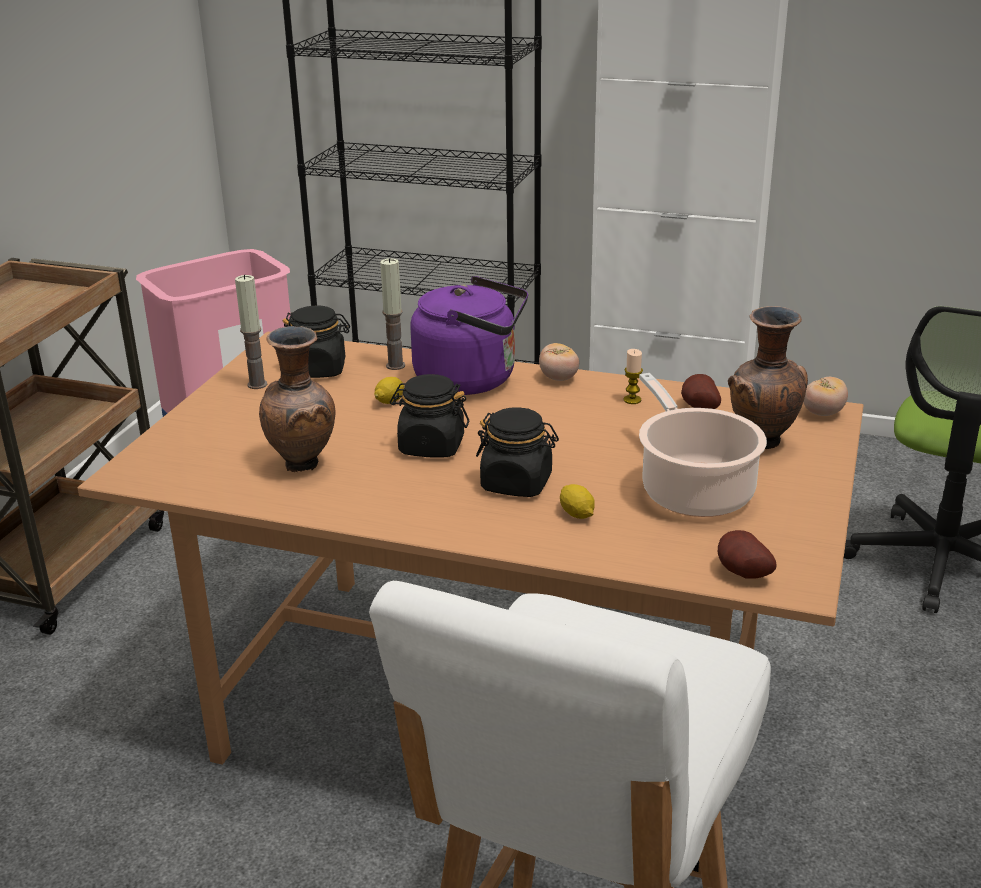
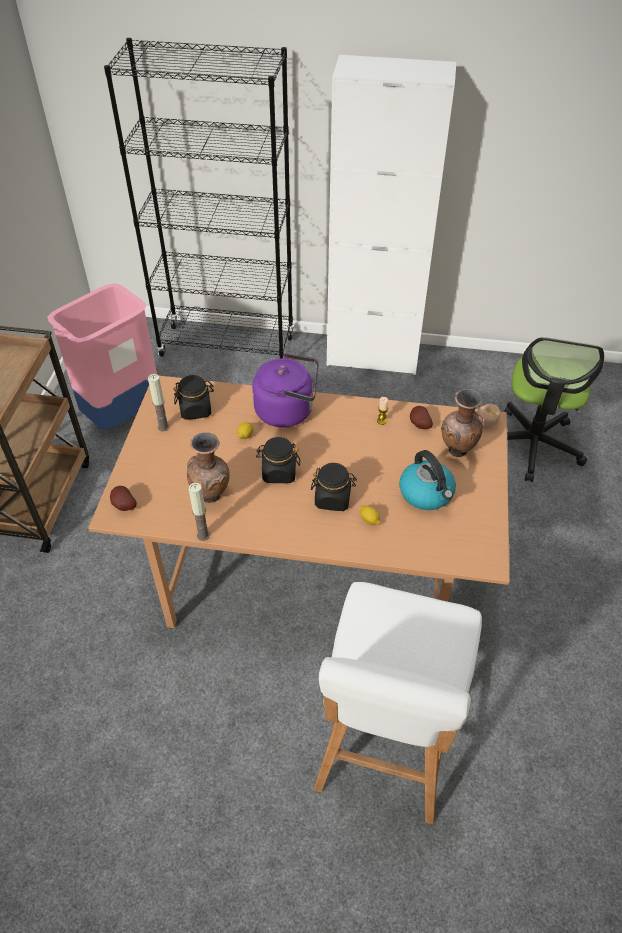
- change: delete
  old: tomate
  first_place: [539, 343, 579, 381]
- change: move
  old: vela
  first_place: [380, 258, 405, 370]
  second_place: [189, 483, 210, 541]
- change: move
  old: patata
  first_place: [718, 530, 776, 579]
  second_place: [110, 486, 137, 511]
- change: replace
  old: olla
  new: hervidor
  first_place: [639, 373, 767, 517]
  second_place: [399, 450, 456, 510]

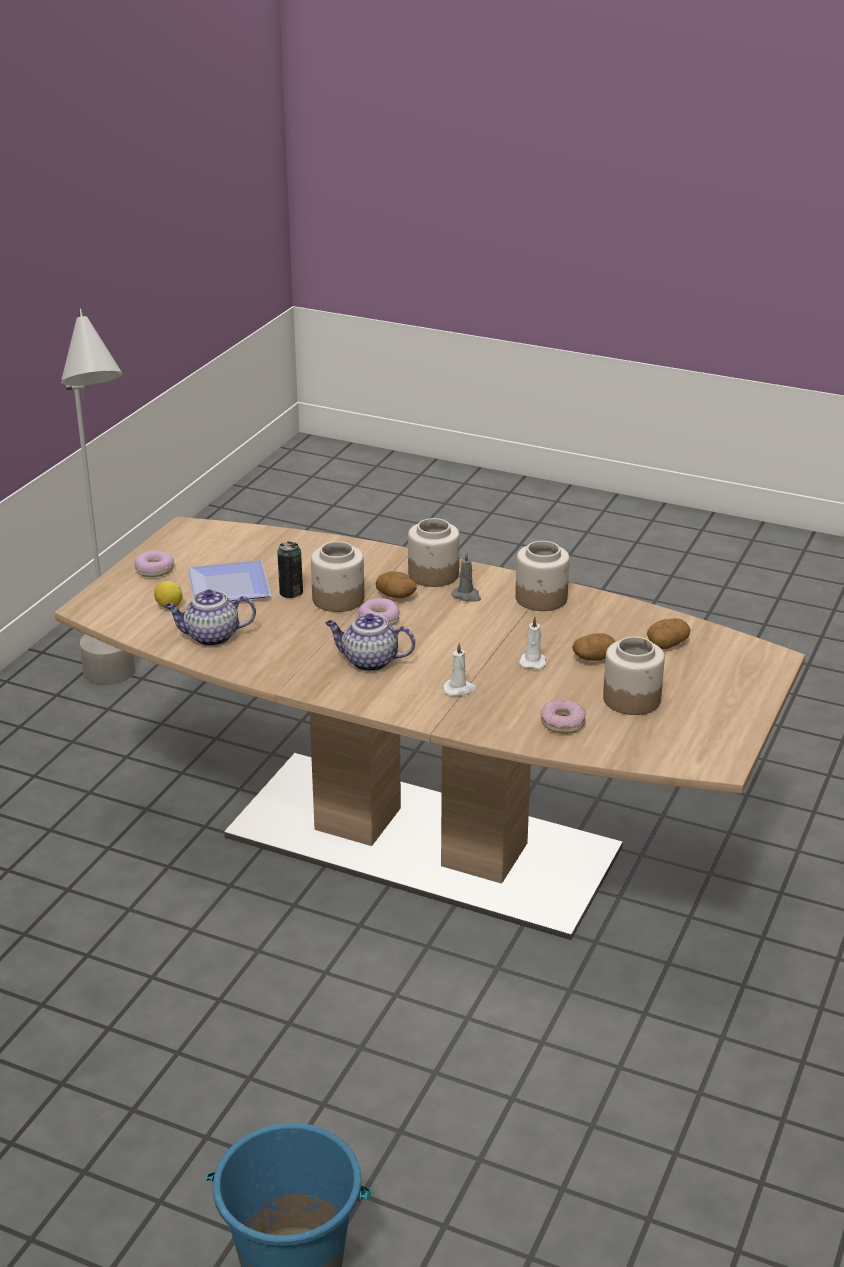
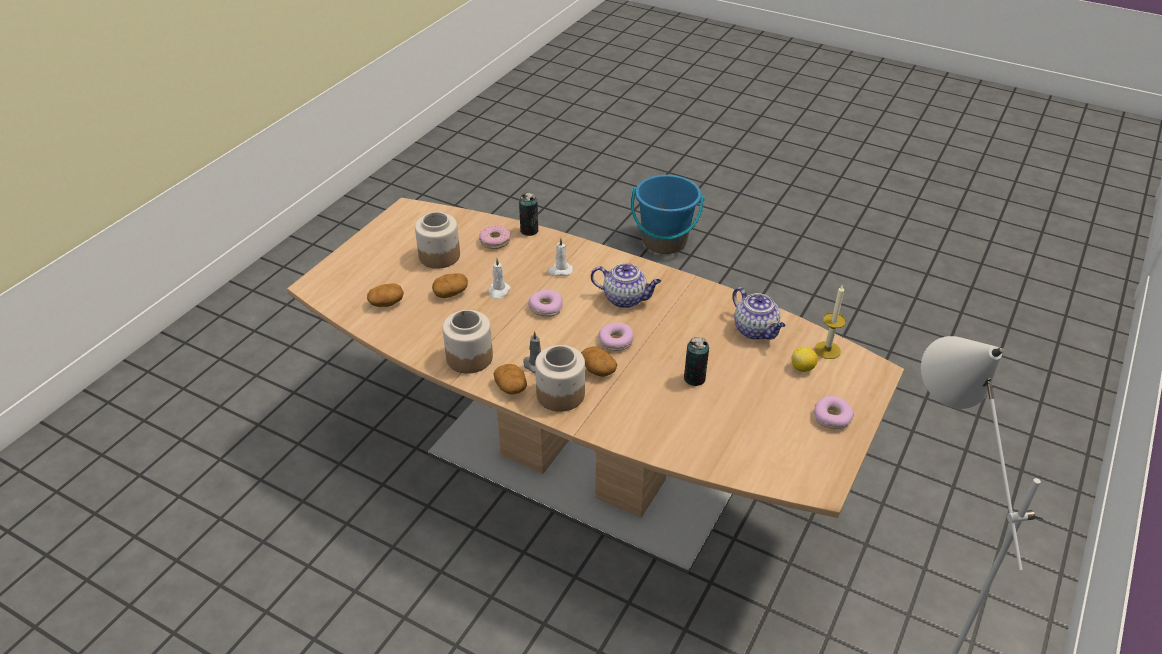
- change: delete
  old: plato
  first_place: [188, 560, 271, 601]
- change: delete
  old: tarro
  first_place: [311, 541, 364, 612]
- change: insert
  new: patata
  second_place: [494, 364, 527, 395]
- change: insert
  new: lata
  second_place: [519, 193, 538, 236]
- change: insert
  new: rosquilla
  second_place: [528, 290, 563, 317]
- change: insert
  new: vela
  second_place: [814, 284, 846, 359]
- change: rotate
  old: tetera
  first_place: [164, 589, 256, 646]
  second_place: [732, 287, 786, 340]
  degrees: 60

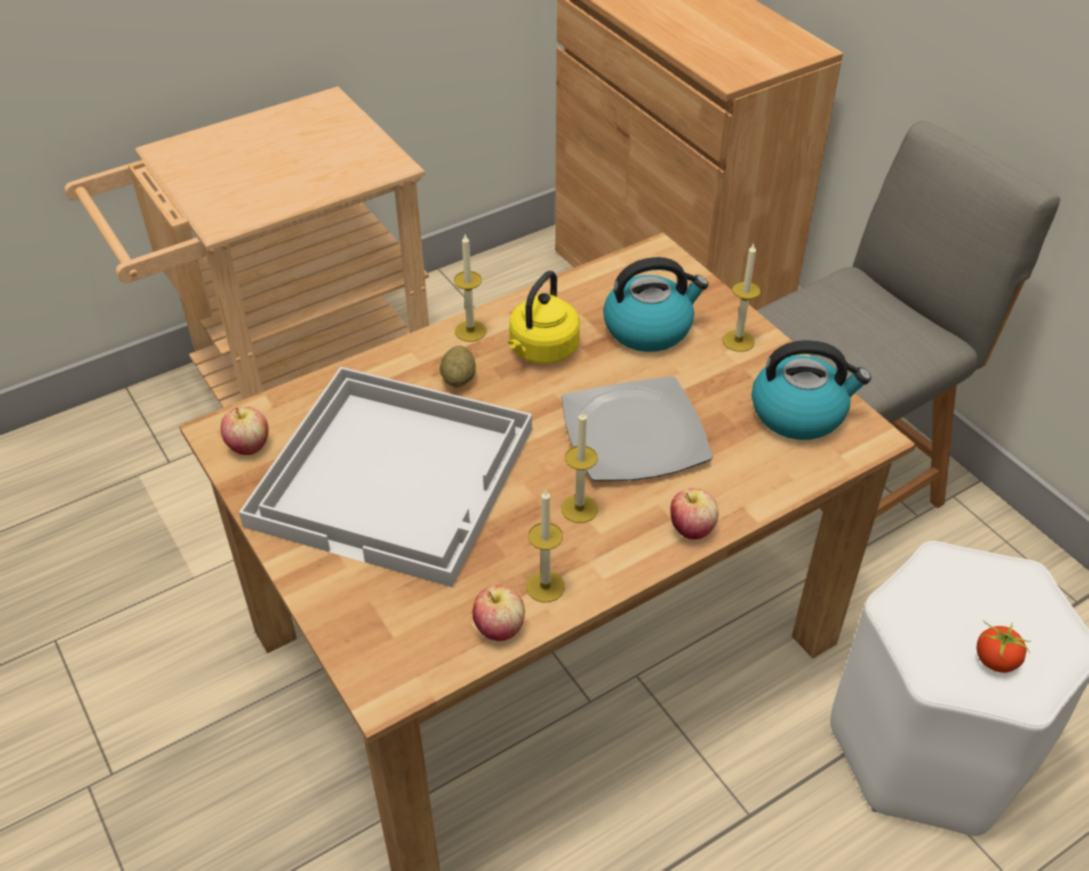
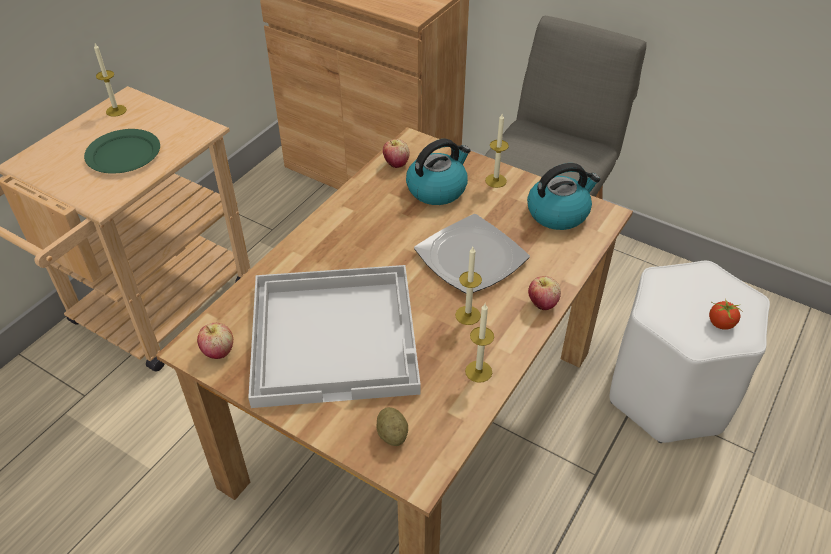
- change: delete
  old: hervidor/amarillo
  first_place: [508, 271, 580, 364]
- change: insert
  new: plato/verde
  second_place: [84, 129, 160, 174]
- change: move
  old: patata
  first_place: [440, 345, 476, 388]
  second_place: [376, 407, 408, 446]
- change: move
  old: vela
  first_place: [454, 234, 487, 342]
  second_place: [94, 44, 127, 117]
- change: move
  old: manzana
  first_place: [473, 585, 525, 641]
  second_place: [383, 139, 410, 168]

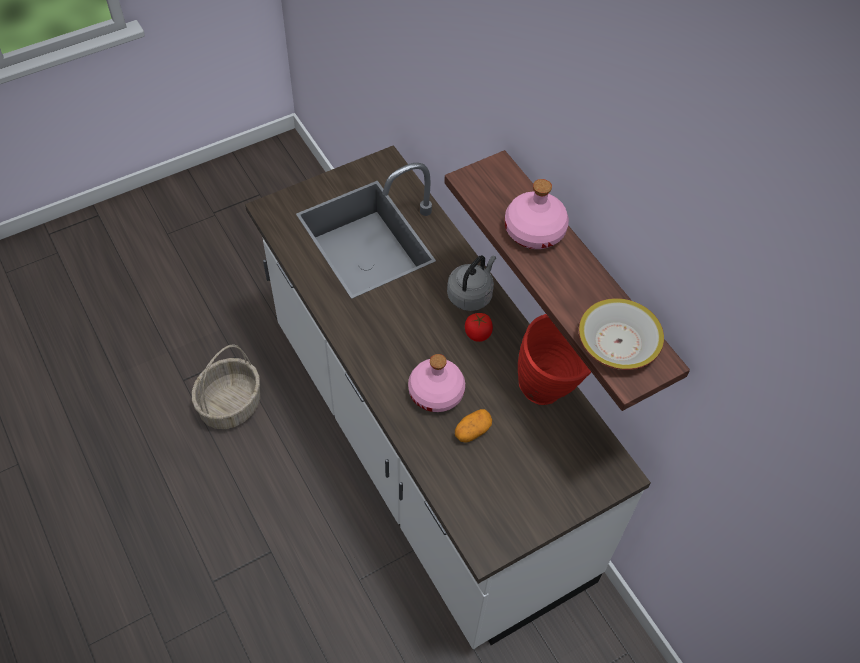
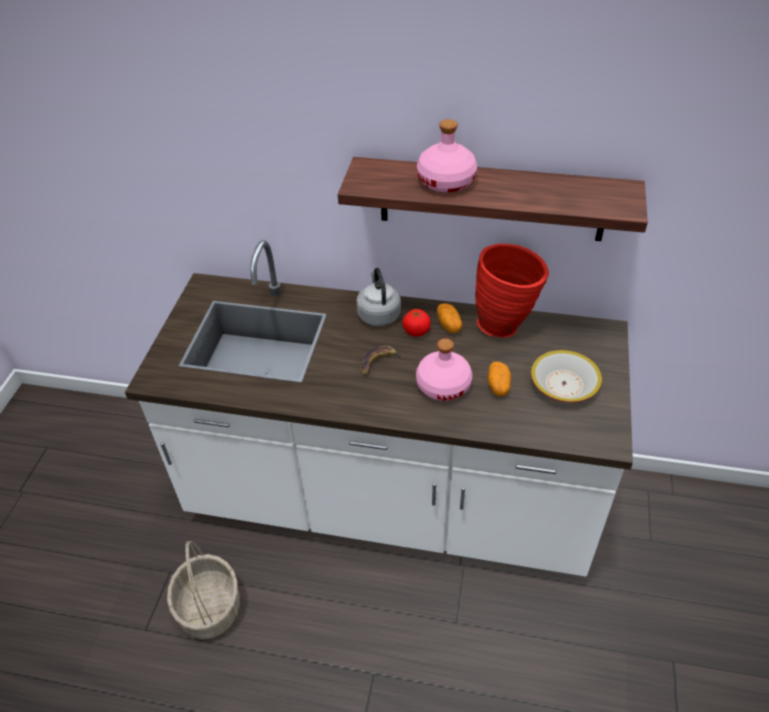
- change: insert
  new: plátano
  second_place: [361, 346, 403, 376]
- change: insert
  new: patata
  second_place: [437, 303, 462, 333]
- change: move
  old: cuenco
  first_place: [579, 298, 664, 370]
  second_place: [531, 350, 602, 403]

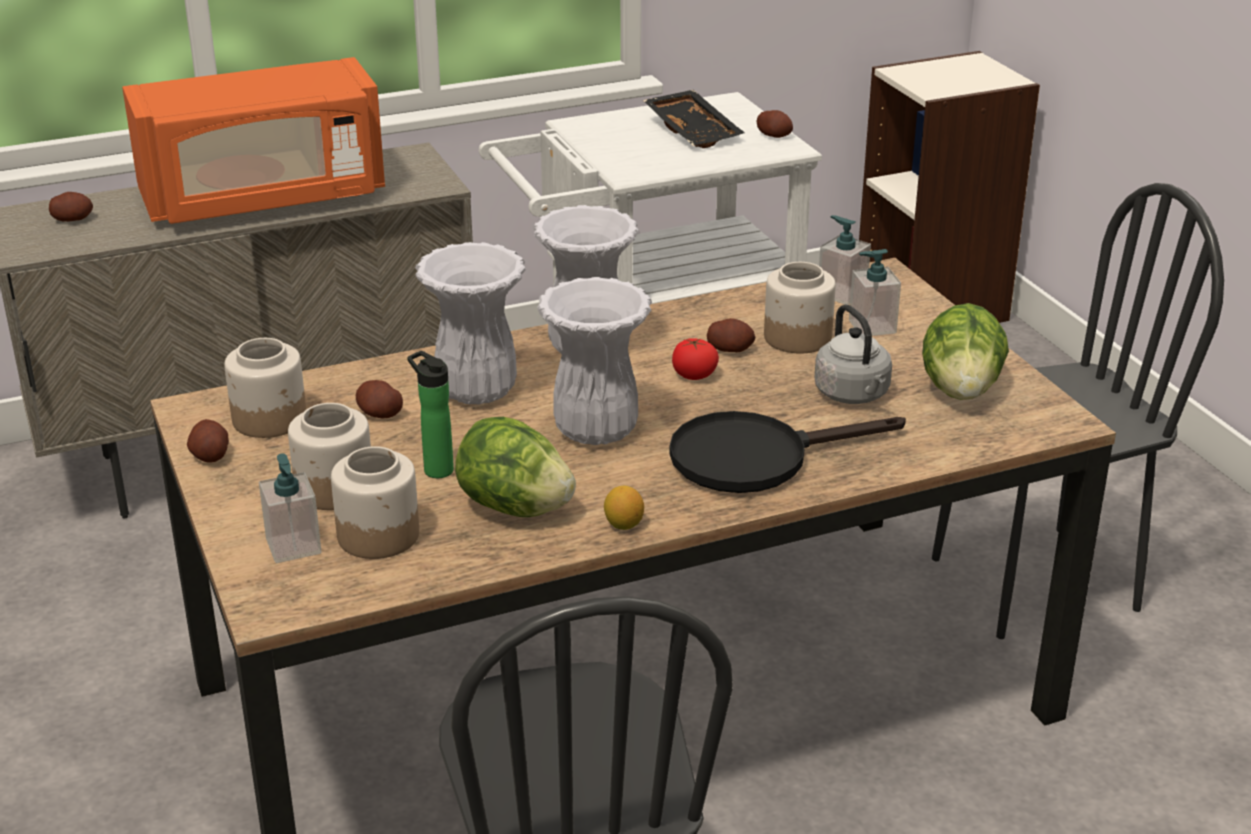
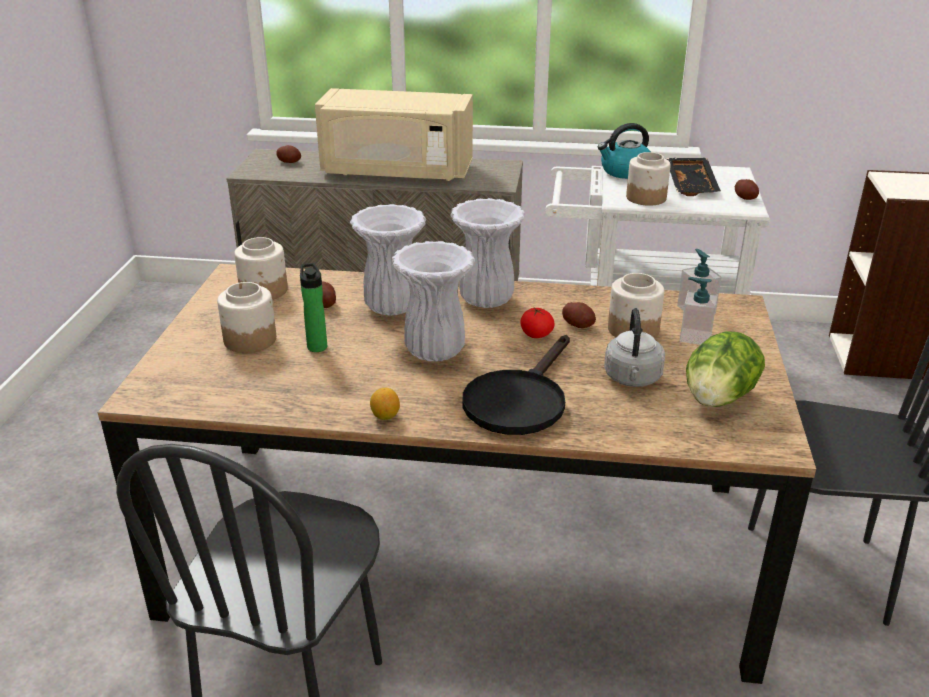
- change: delete
  old: patata
  first_place: [187, 419, 229, 463]
- change: delete
  old: dispensador de jabón
  first_place: [259, 453, 322, 563]
- change: delete
  old: lechuga
  first_place: [455, 417, 576, 517]
- change: insert
  new: hervidor
  second_place: [598, 123, 651, 179]
- change: move
  old: tarro
  first_place: [331, 446, 419, 559]
  second_place: [626, 152, 671, 206]
- change: recolor
  old: microondas/naranja
  new: microondas/beis
  first_place: [122, 57, 385, 224]
  second_place: [315, 88, 473, 181]
- change: rotate
  old: sartén/negro
  first_place: [669, 411, 906, 493]
  second_place: [463, 335, 570, 435]
  degrees: -75

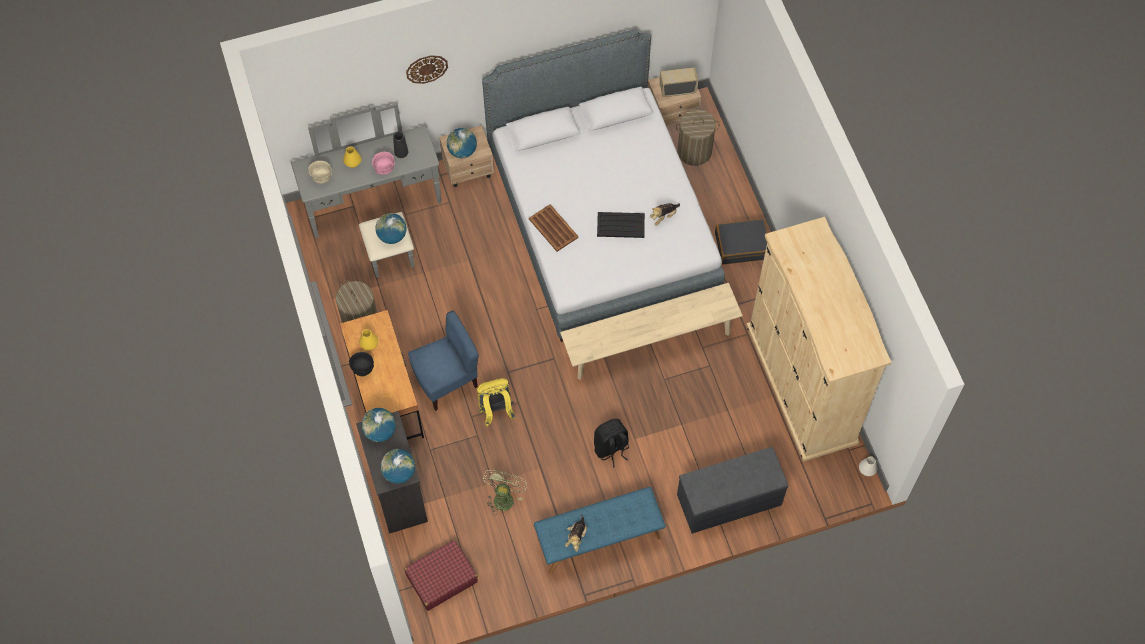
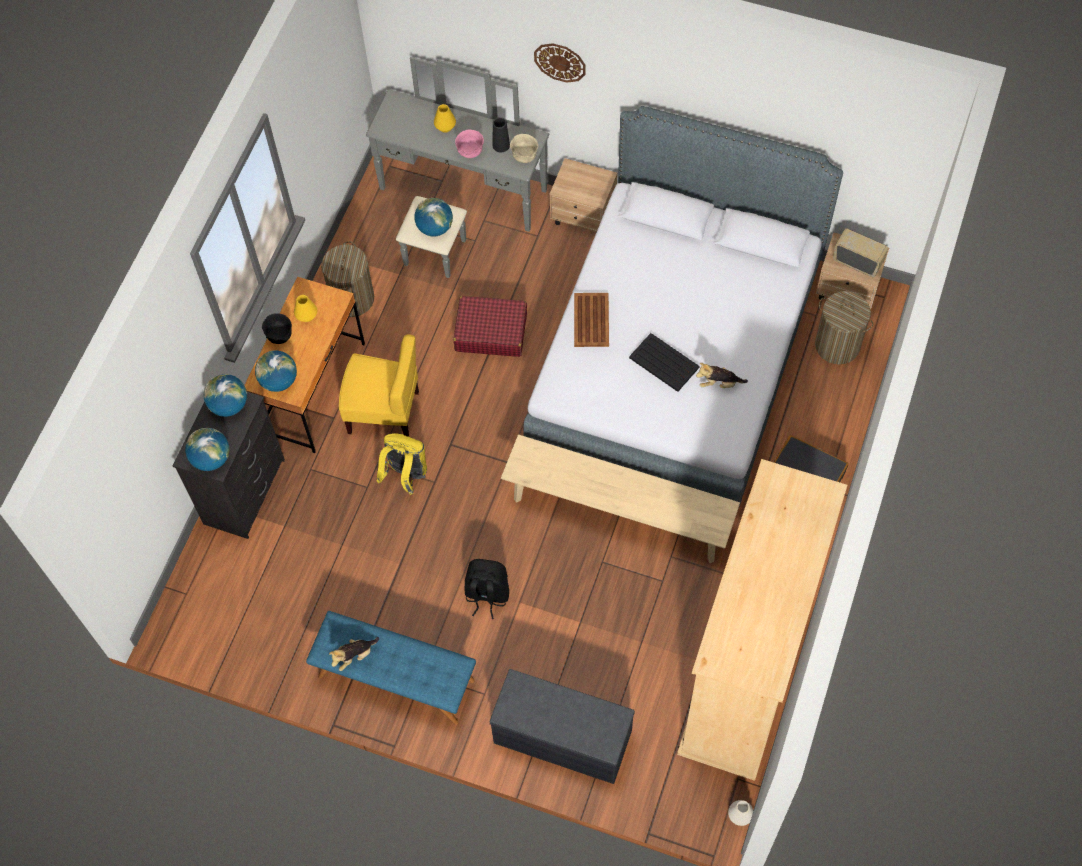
- change: delete
  old: ventilador/verde
  first_place: [482, 470, 527, 515]
- change: move
  old: cuenco/beis
  first_place: [308, 161, 332, 184]
  second_place: [510, 134, 538, 163]
- change: move
  old: maleta/rojo
  first_place: [404, 540, 478, 611]
  second_place: [453, 296, 527, 357]
- change: move
  old: globo terráqueo
  first_place: [447, 128, 477, 158]
  second_place: [255, 350, 297, 392]
- change: recolor
  old: silla/azul
  new: silla/amarillo
  first_place: [408, 311, 479, 411]
  second_place: [339, 334, 419, 437]

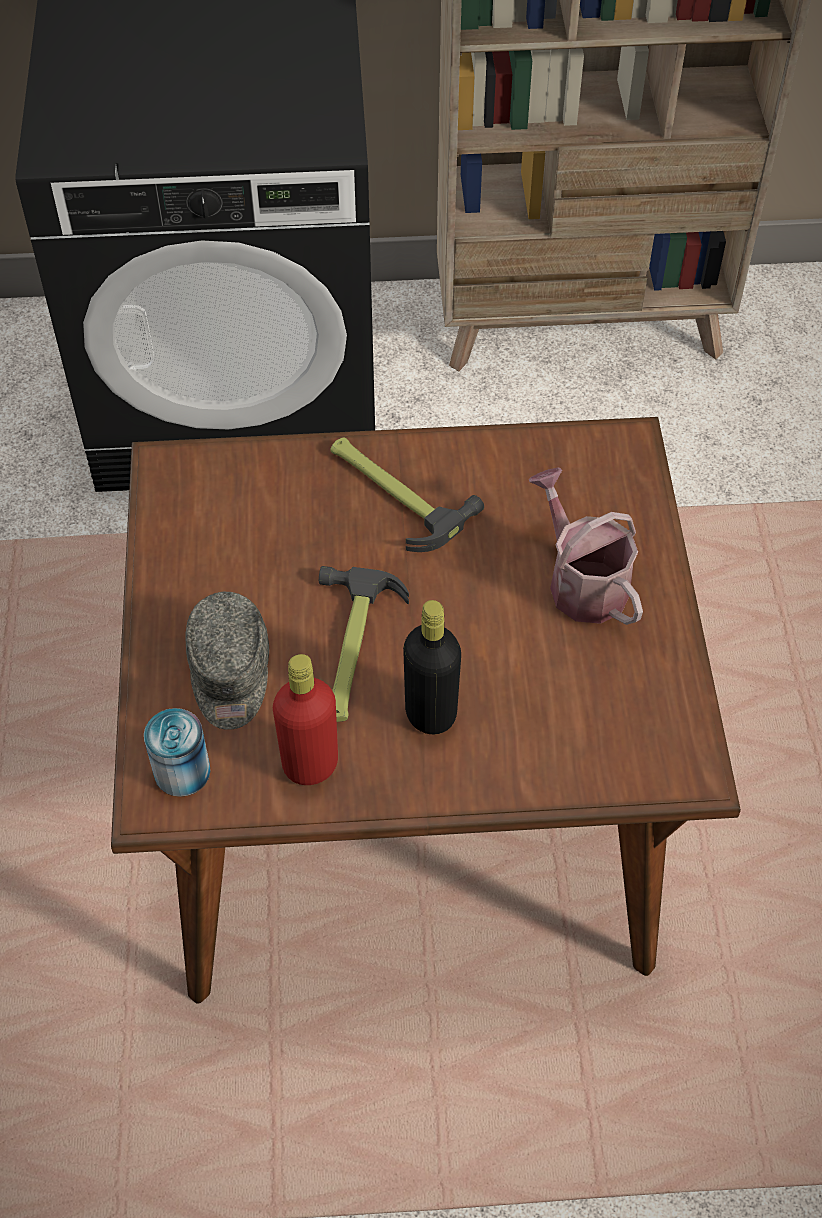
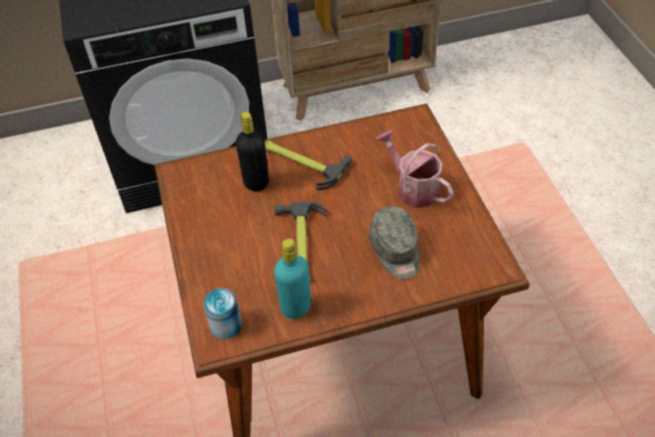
- change: move
  old: gorra/gris
  first_place: [186, 592, 269, 730]
  second_place: [369, 206, 420, 280]
- change: move
  old: botella/negro
  first_place: [403, 600, 461, 734]
  second_place: [236, 112, 269, 191]
- change: recolor
  old: botella/rojo
  new: botella/turquesa
  first_place: [273, 654, 338, 785]
  second_place: [274, 239, 311, 319]

